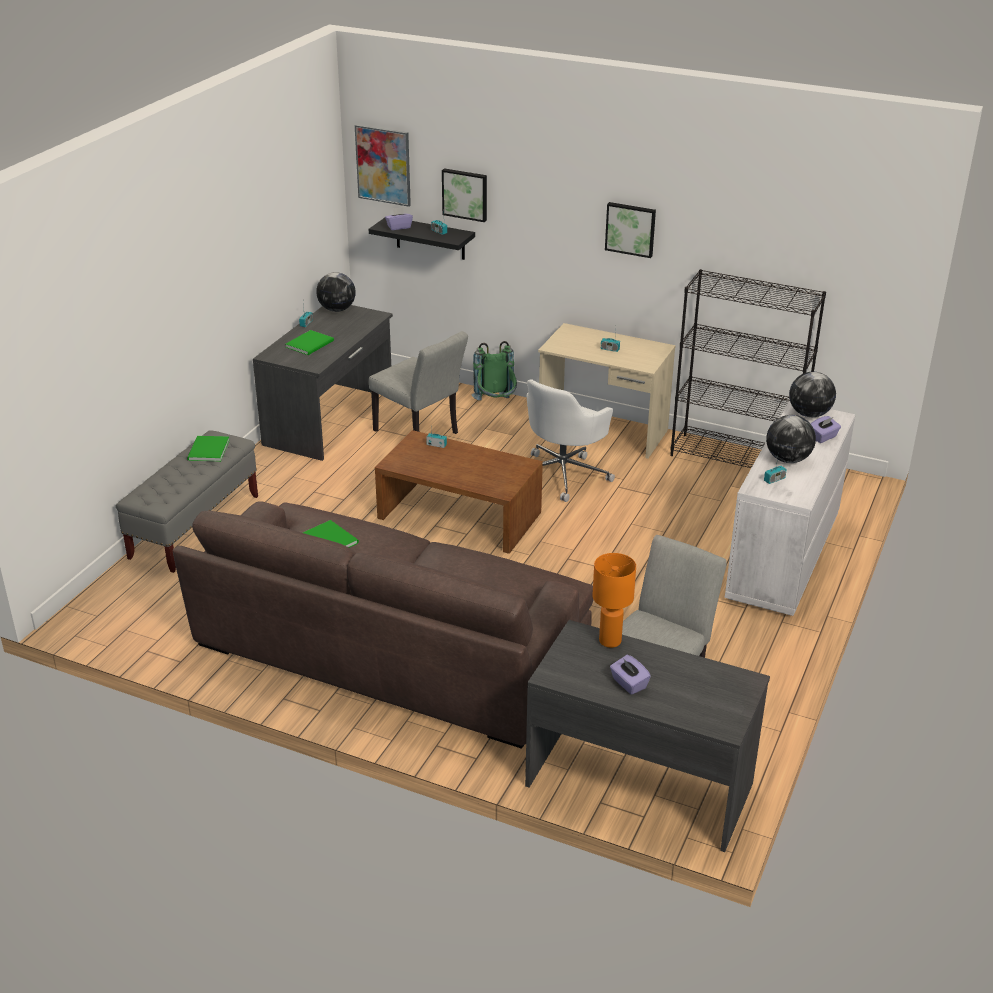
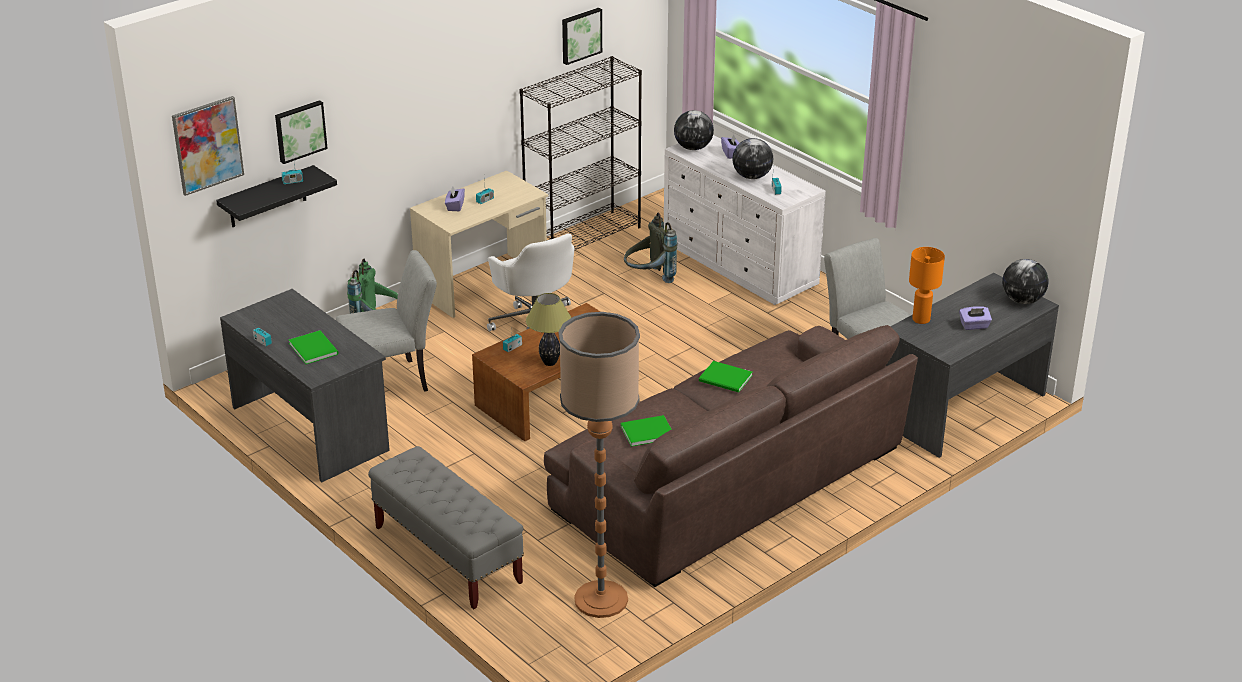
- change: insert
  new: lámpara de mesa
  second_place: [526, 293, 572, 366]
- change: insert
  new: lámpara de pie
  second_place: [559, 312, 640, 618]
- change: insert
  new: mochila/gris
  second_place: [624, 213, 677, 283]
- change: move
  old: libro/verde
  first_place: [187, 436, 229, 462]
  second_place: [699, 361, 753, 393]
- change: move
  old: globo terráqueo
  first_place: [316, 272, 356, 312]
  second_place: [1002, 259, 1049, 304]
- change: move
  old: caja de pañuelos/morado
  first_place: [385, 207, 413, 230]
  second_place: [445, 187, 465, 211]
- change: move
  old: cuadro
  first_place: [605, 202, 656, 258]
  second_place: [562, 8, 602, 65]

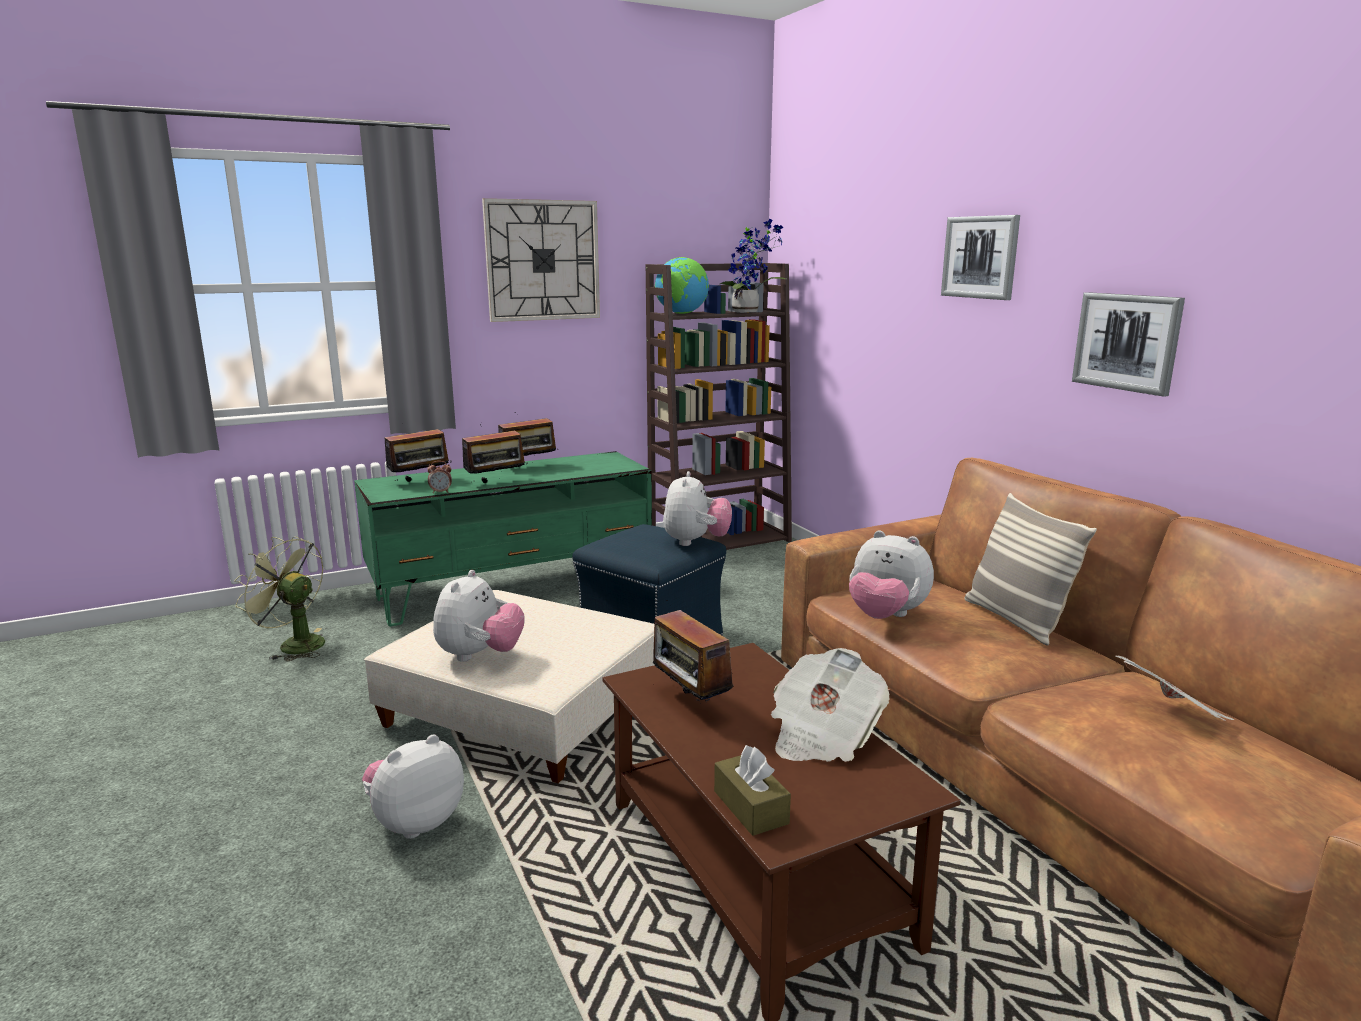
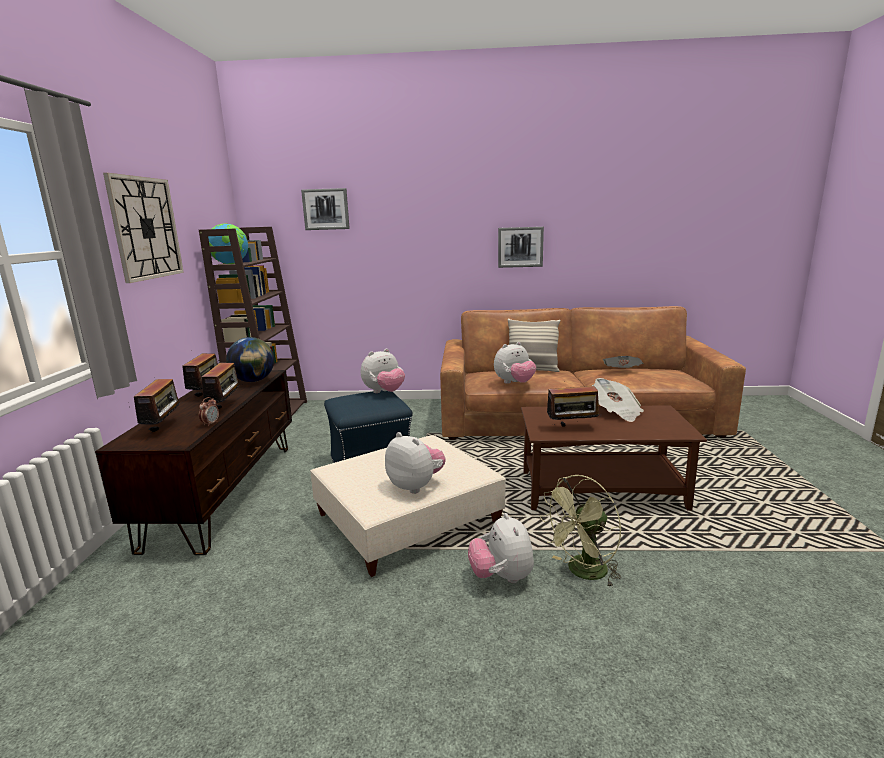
- change: delete
  old: caja de pañuelos/marrón
  first_place: [714, 745, 791, 836]
- change: delete
  old: planta en maceta
  first_place: [720, 219, 786, 312]
- change: insert
  new: globo terráqueo
  second_place: [226, 337, 274, 382]
- change: move
  old: ventilador/verde
  first_place: [234, 536, 325, 662]
  second_place: [540, 475, 621, 588]
- change: move
  old: cuadro
  first_place: [941, 215, 1020, 300]
  second_place: [301, 188, 350, 230]
- change: recolor
  old: mueble de televisión/verde
  new: mueble de televisión/marrón
  first_place: [354, 451, 652, 627]
  second_place: [95, 370, 292, 555]
- change: rotate
  old: peluche
  first_place: [663, 471, 732, 546]
  second_place: [361, 349, 405, 393]
  degrees: 105

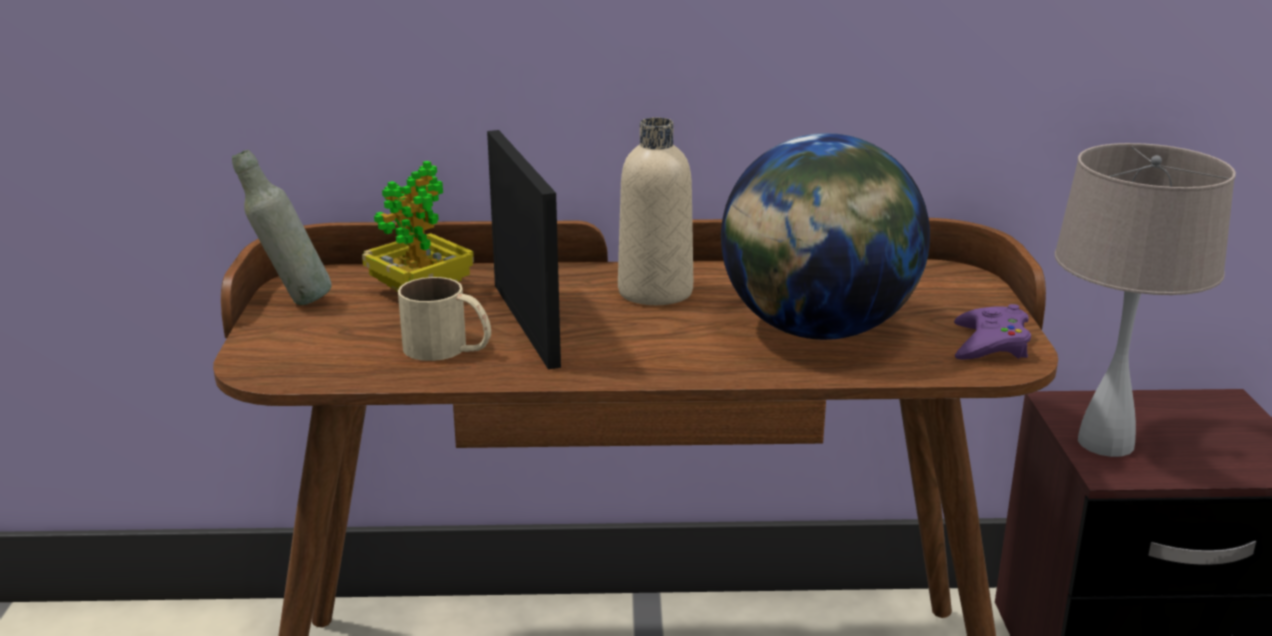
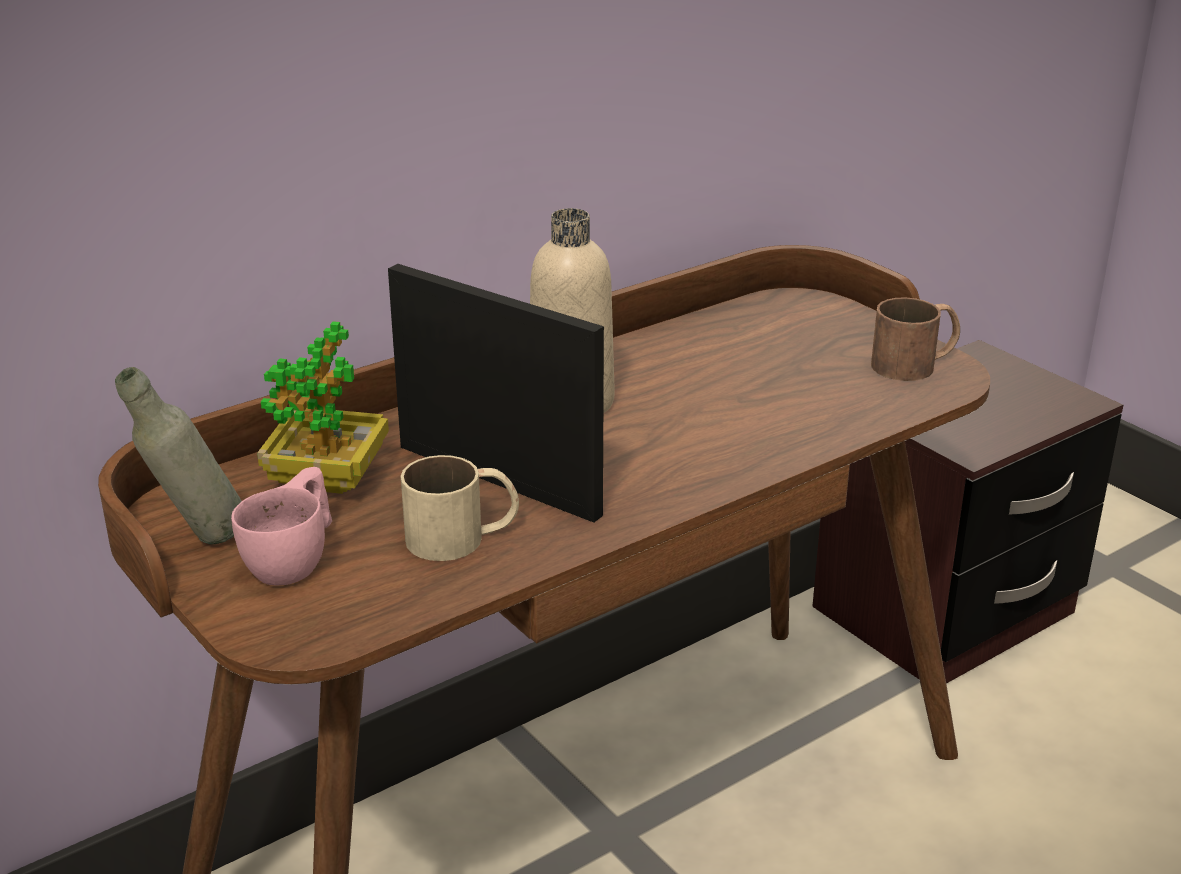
- change: delete
  old: globo terráqueo
  first_place: [721, 133, 930, 340]
- change: delete
  old: lámpara de mesa/beis
  first_place: [1055, 143, 1236, 457]
- change: insert
  new: taza/rosa
  second_place: [231, 467, 332, 586]
- change: replace
  old: mando de consola/morado
  new: taza grande/marrón
  first_place: [954, 304, 1031, 360]
  second_place: [871, 297, 960, 381]

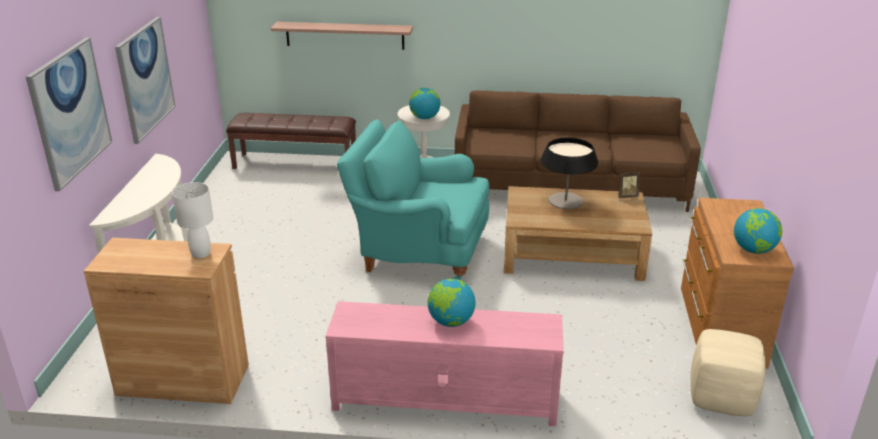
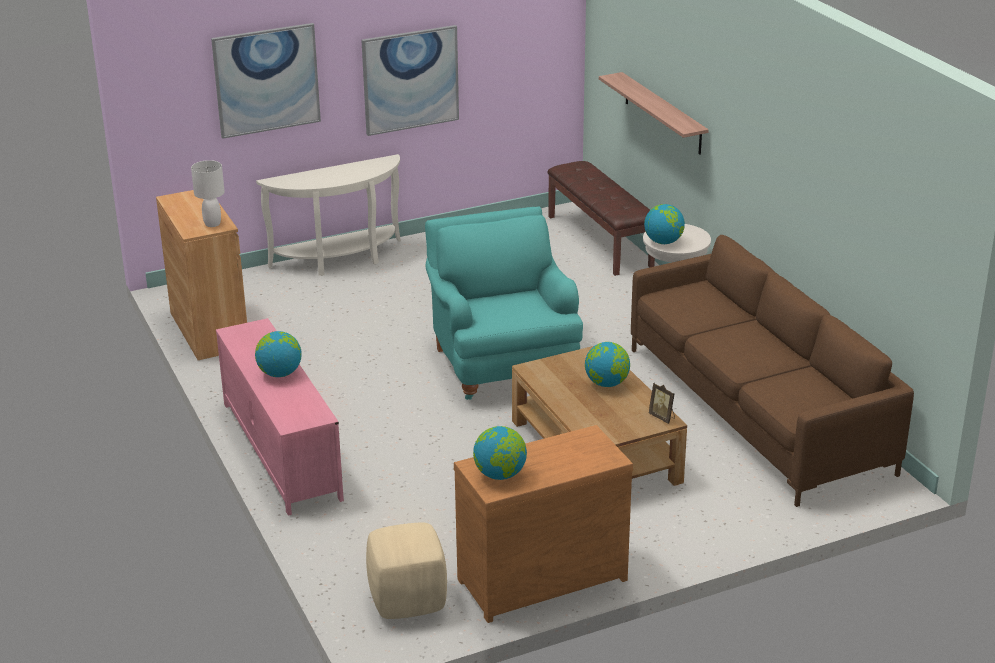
- change: replace
  old: lámpara de mesa
  new: globo terráqueo
  first_place: [540, 138, 598, 209]
  second_place: [585, 342, 630, 387]

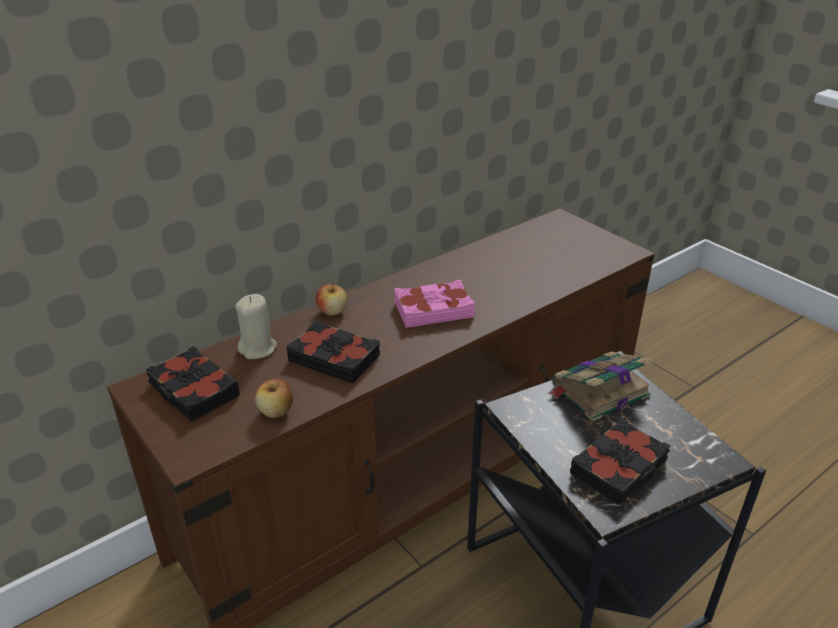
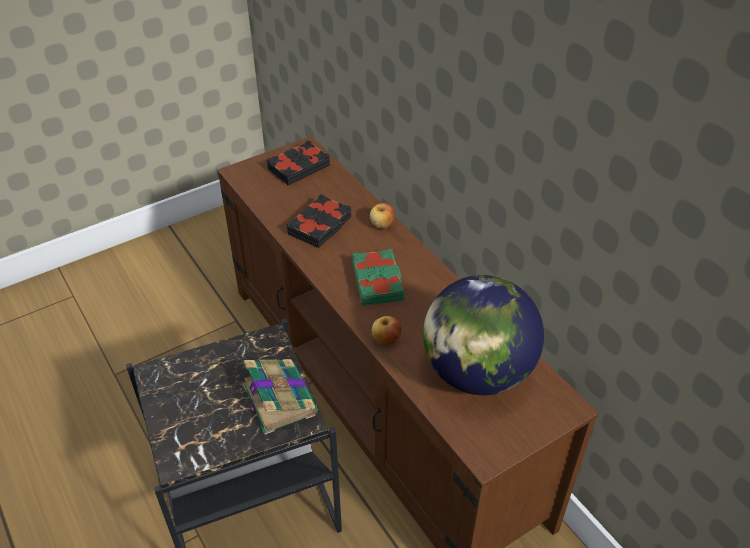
- change: delete
  old: vela/beis
  first_place: [235, 294, 277, 359]
- change: delete
  old: libro/negro
  first_place: [570, 418, 671, 505]
- change: insert
  new: globo terráqueo
  second_place: [423, 275, 544, 395]
- change: move
  old: manzana
  first_place: [255, 379, 293, 418]
  second_place: [372, 316, 401, 345]
- change: recolor
  old: libro/rosa
  new: libro/verde
  first_place: [394, 279, 475, 328]
  second_place: [352, 249, 404, 306]

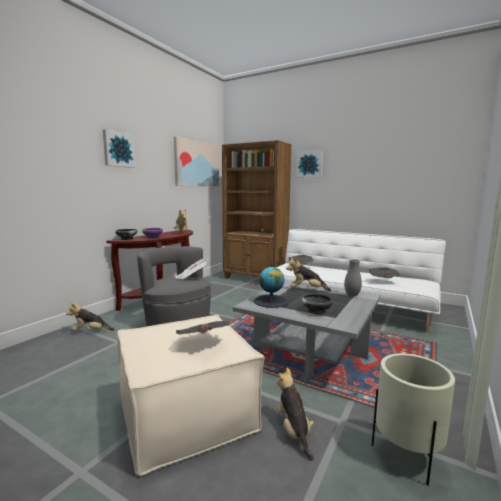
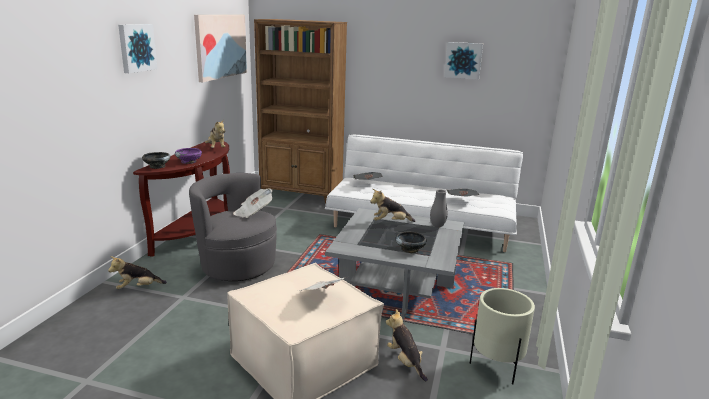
- change: delete
  old: globo terráqueo
  first_place: [254, 263, 289, 308]
- change: move
  old: cuadro
  first_place: [296, 150, 323, 178]
  second_place: [444, 42, 483, 80]

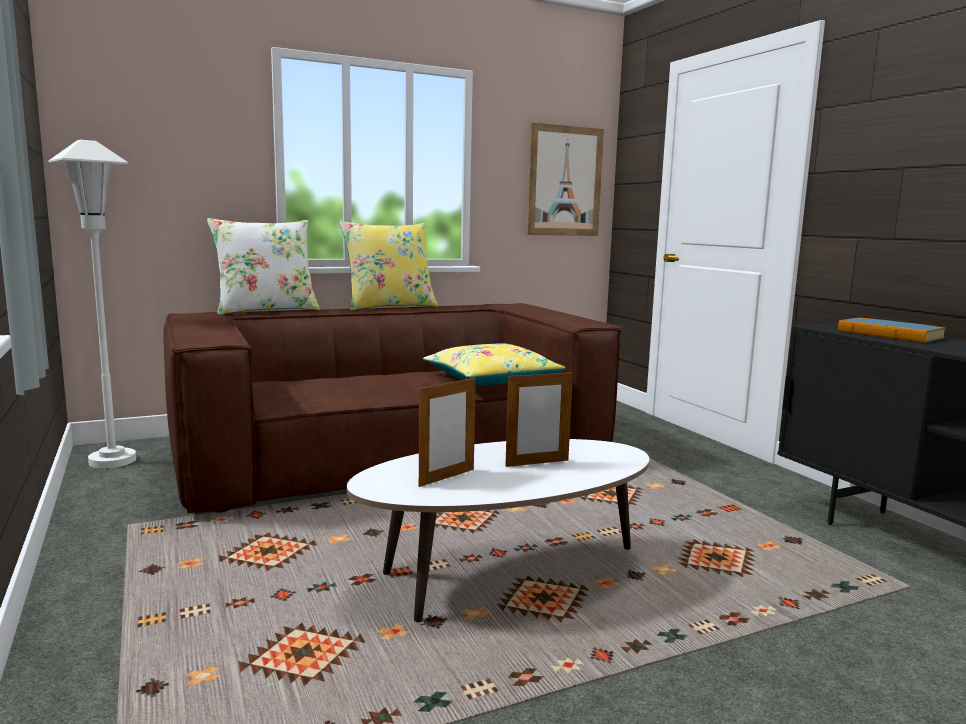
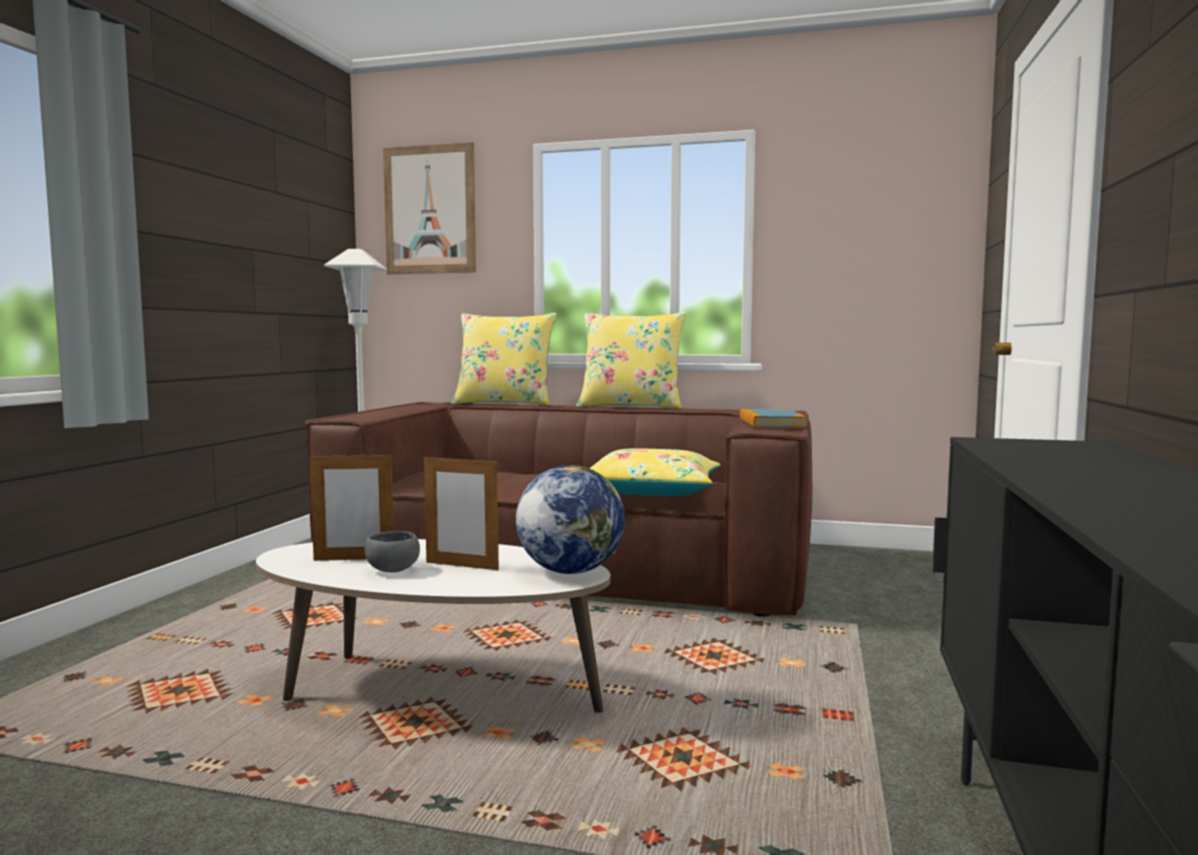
- change: insert
  new: cuenco/gris
  second_place: [365, 531, 420, 572]
- change: insert
  new: globo terráqueo
  second_place: [516, 465, 625, 574]
- change: move
  old: cuadro
  first_place: [527, 123, 604, 236]
  second_place: [383, 142, 476, 274]
- change: move
  old: libro
  first_place: [838, 318, 946, 343]
  second_place: [740, 409, 806, 428]
- change: recolor
  old: cojín/blanco
  new: cojín/amarillo
  first_place: [207, 218, 320, 315]
  second_place: [451, 313, 557, 406]

